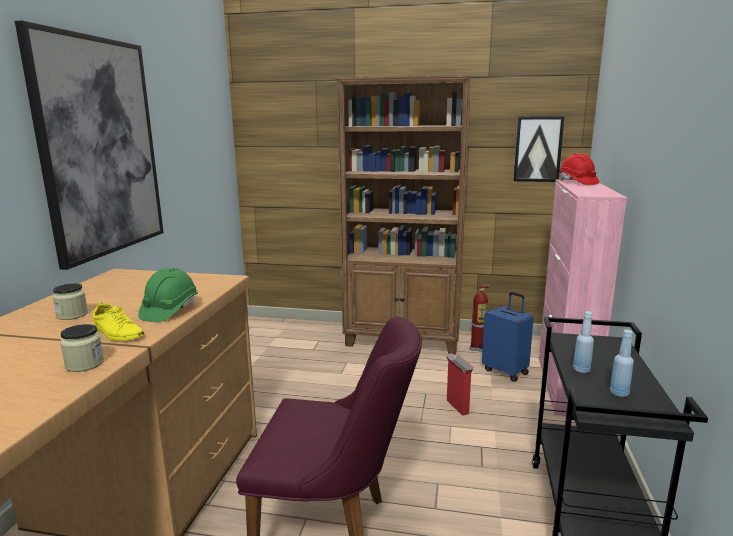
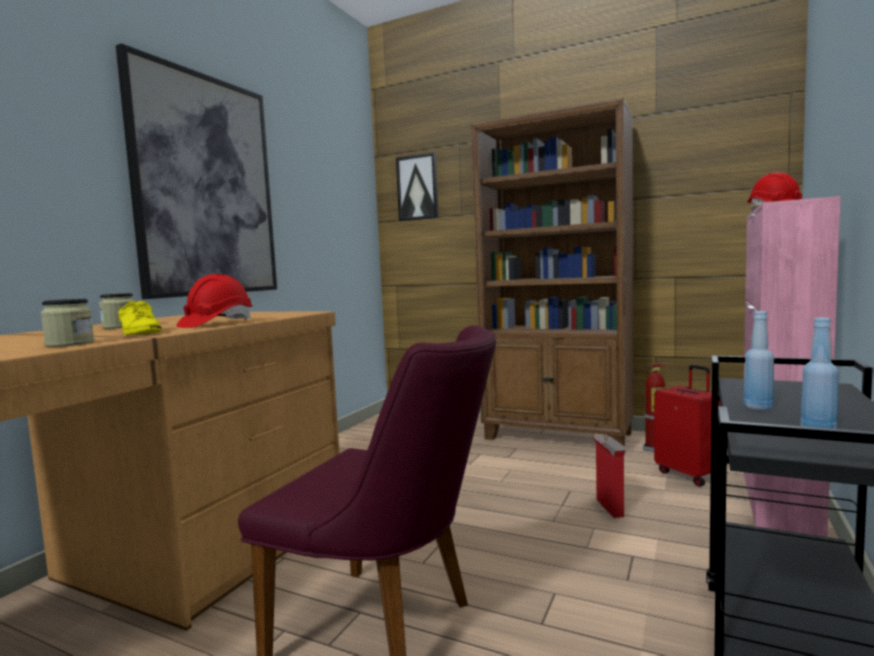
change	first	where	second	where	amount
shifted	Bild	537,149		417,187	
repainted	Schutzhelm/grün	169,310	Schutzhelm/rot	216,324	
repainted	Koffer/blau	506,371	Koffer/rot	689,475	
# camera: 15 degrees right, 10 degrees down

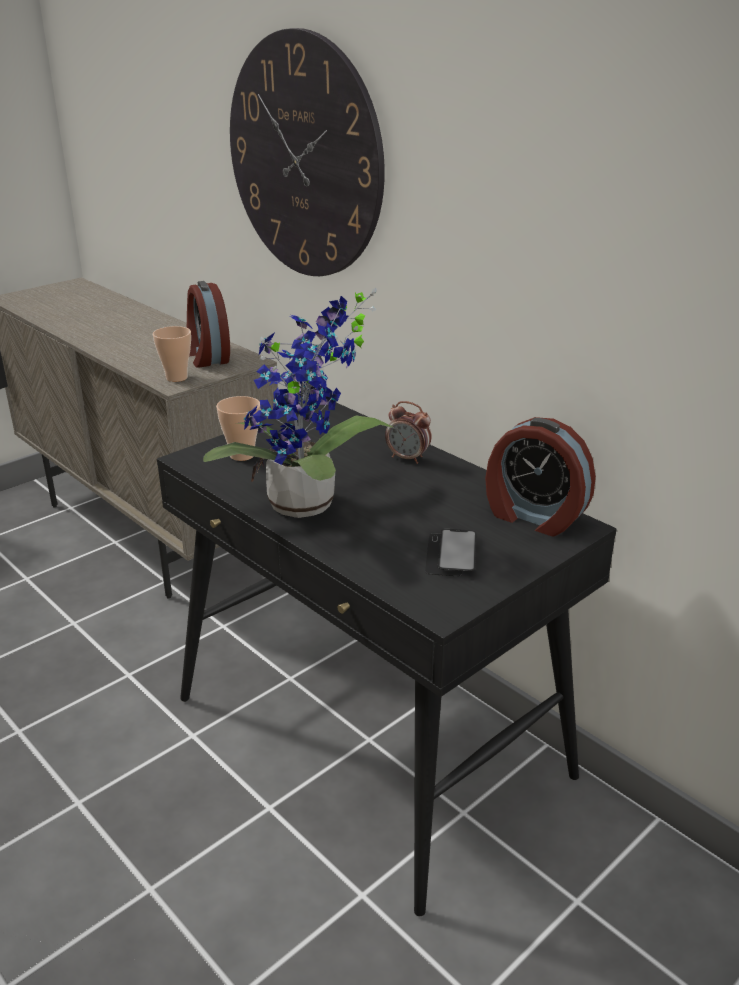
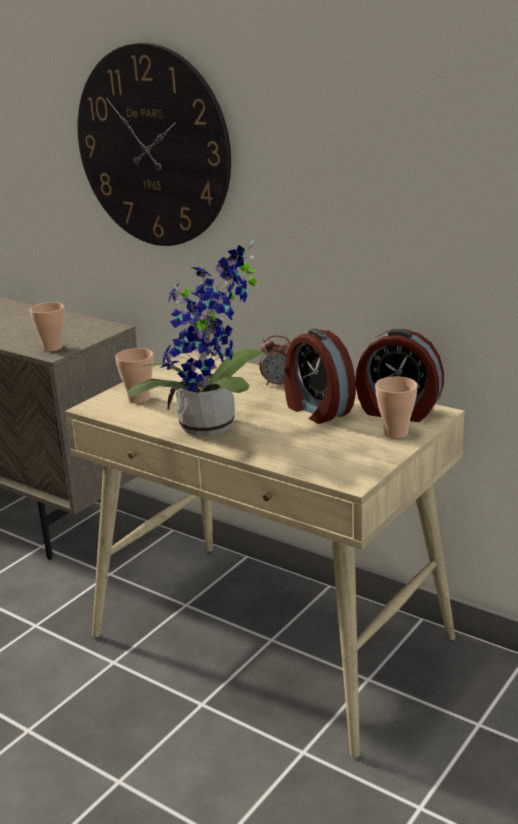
change	first	where	second	where	amount
gone	Handy	451,554			
new			Tasse	395,433	
shifted	Wecker	207,357		317,410	
repainted	Schreibtisch/schwarz	372,737	Schreibtisch/beige	273,637	
# camera: 10 degrees left, 5 degrees down

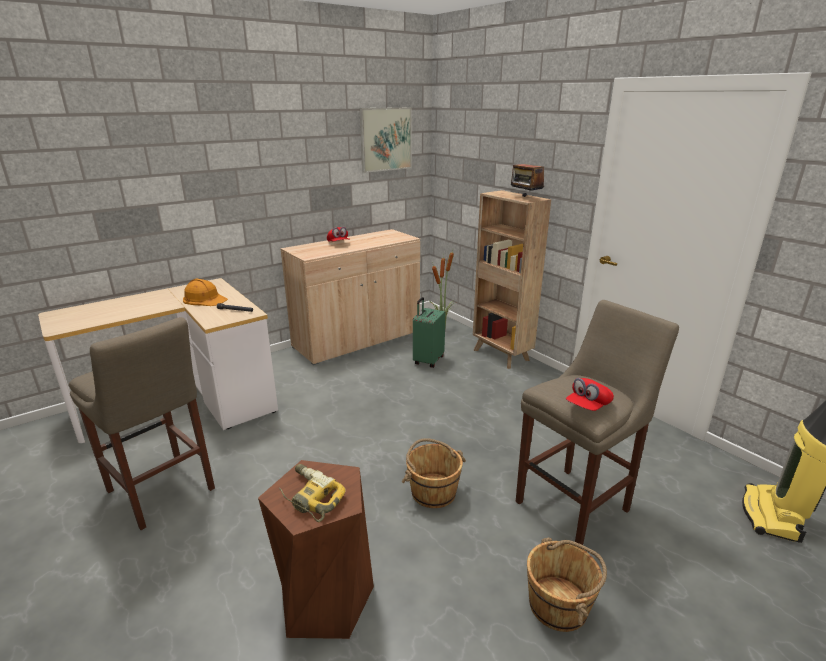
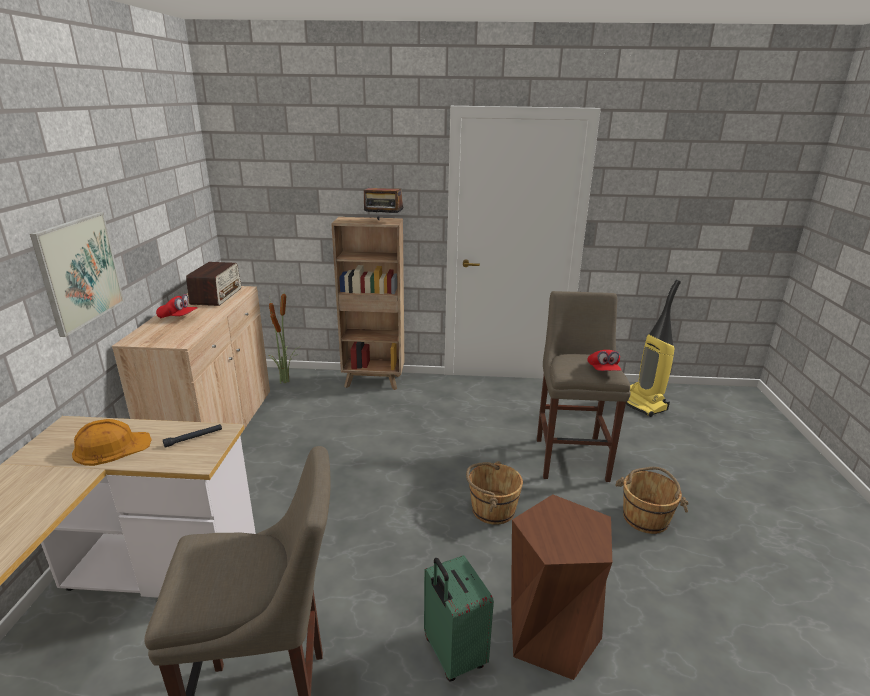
change	first	where	second	where	amount
gone	Bohrmaschine	309,498			
new			Radio	217,296	
shifted	Bild	386,139		79,271	
shifted	Koffer/grün	428,361		452,654	
# camera: 50 degrees left, 0 degrees up

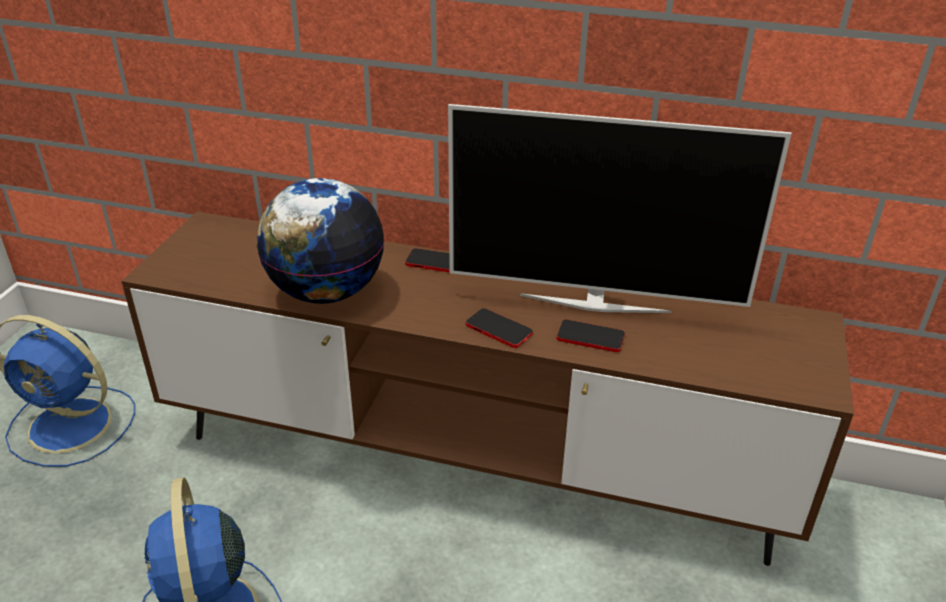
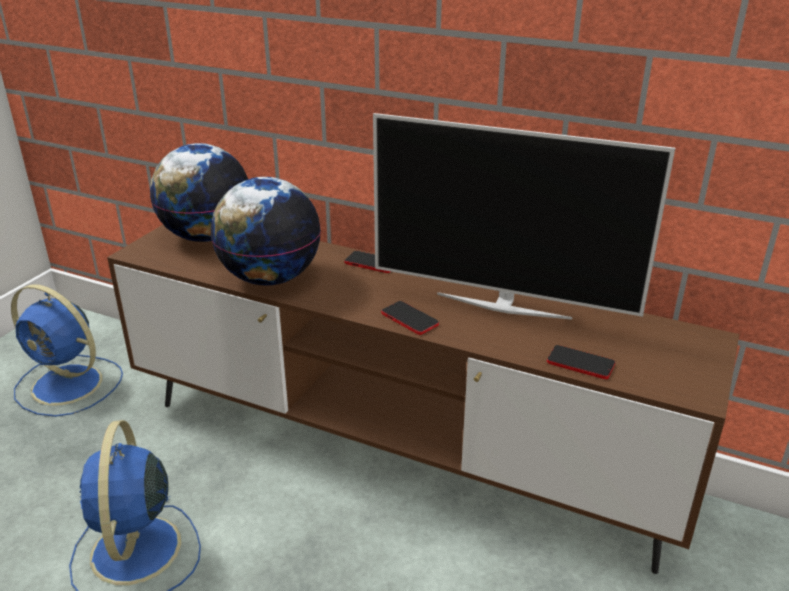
change	first	where	second	where	amount
new			Globus	206,236	
shifted	Handy	590,337		580,363	
# camera: 10 degrees right, 5 degrees down

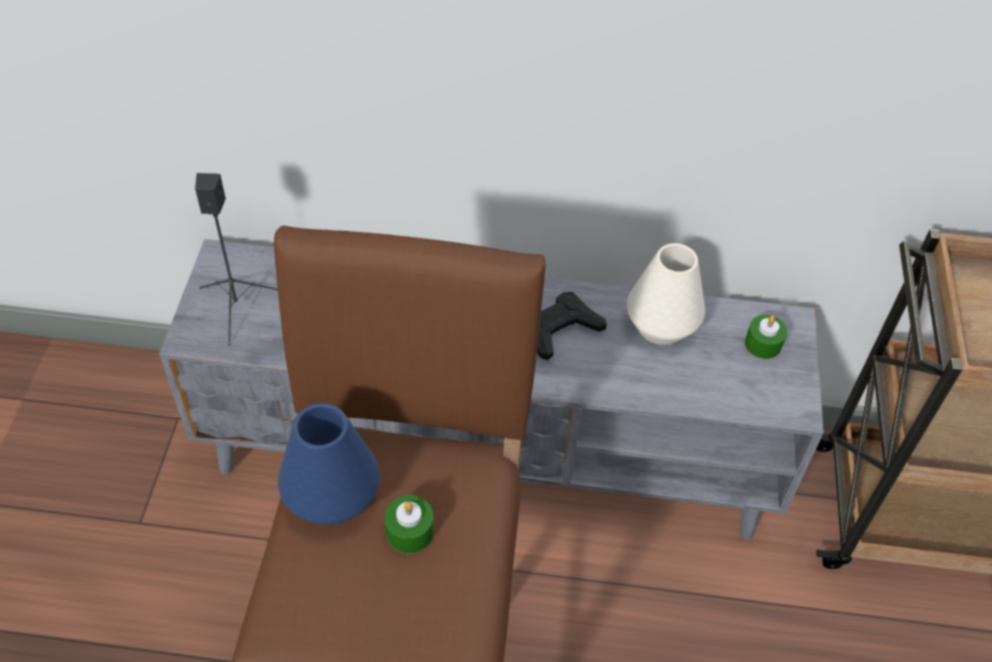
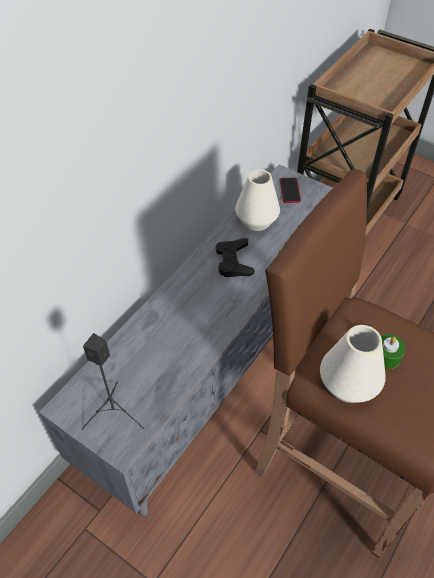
change	first	where	second	where	amount
swapped	Kerze/grün	763,344	Handy	290,191	
repainted	Vase/blau	332,497	Vase/weiß	348,384	
# camera: 60 degrees left, 0 degrees up

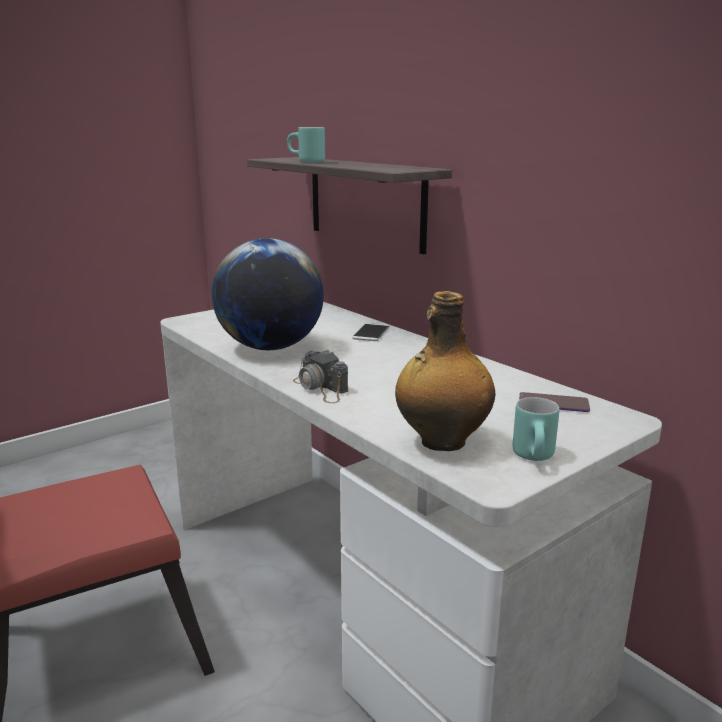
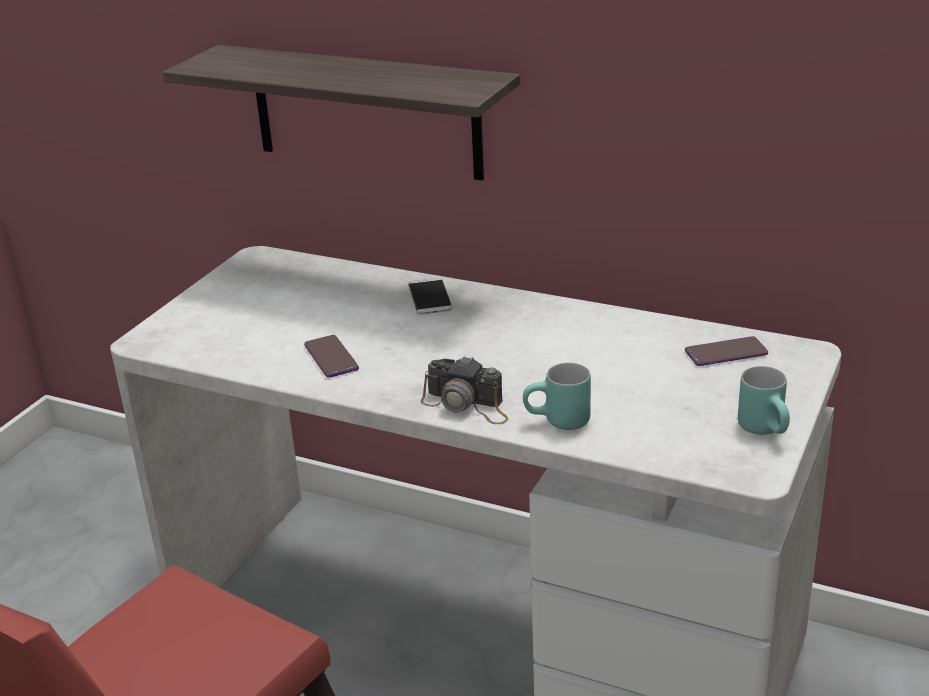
change	first	where	second	where	amount
gone	Flasche	441,442			
shifted	Henkelbecher/türkis	305,162		558,423	
swapped	Globus	270,347	Handy	331,357	
# camera: 25 degrees left, 10 degrees up

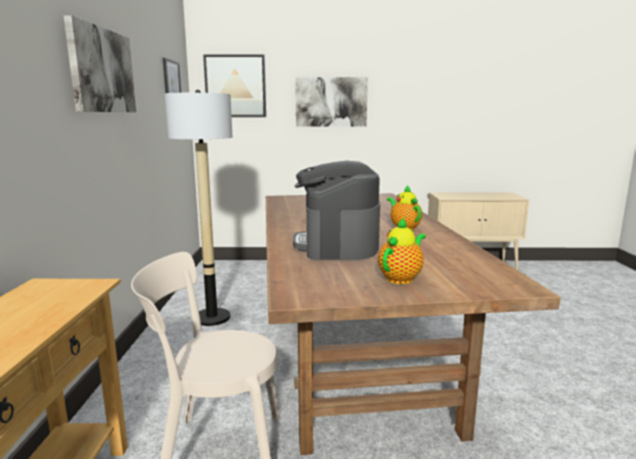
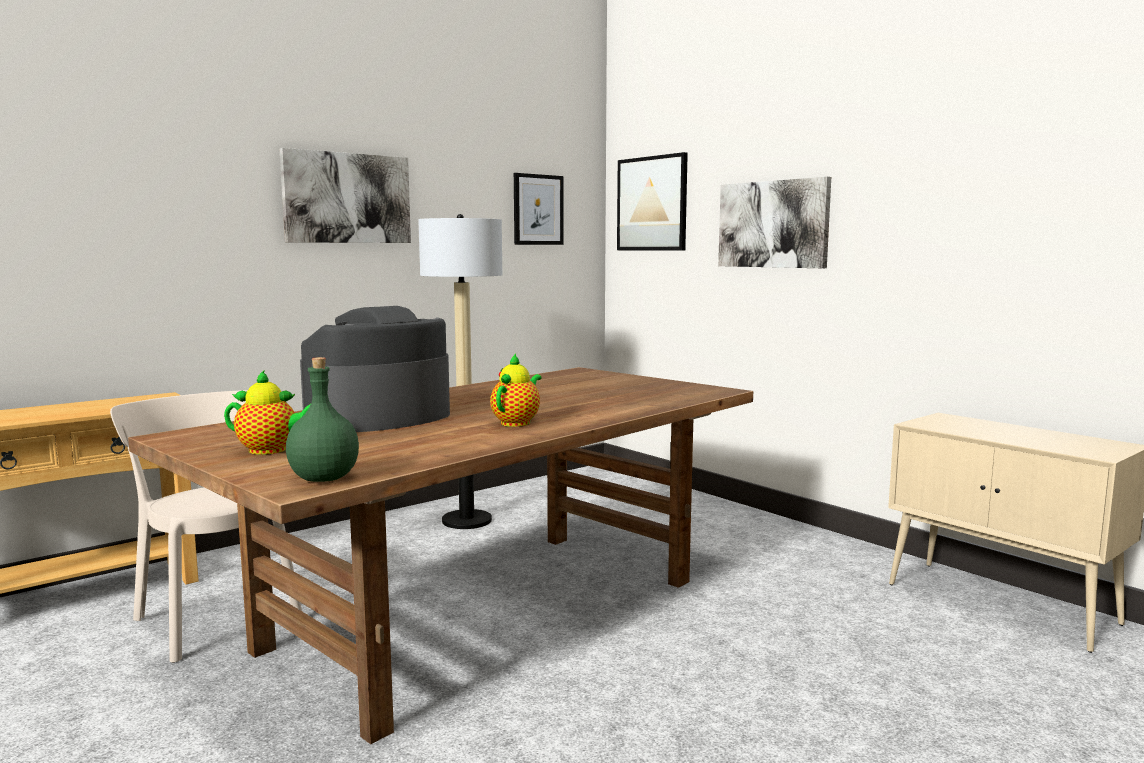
change	first	where	second	where	amount
new			Flasche/grün	325,479	
# camera: 50 degrees right, 5 degrees down

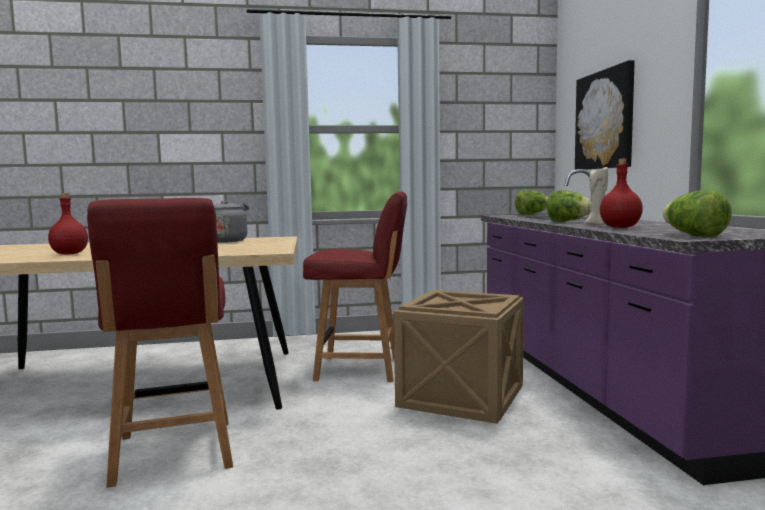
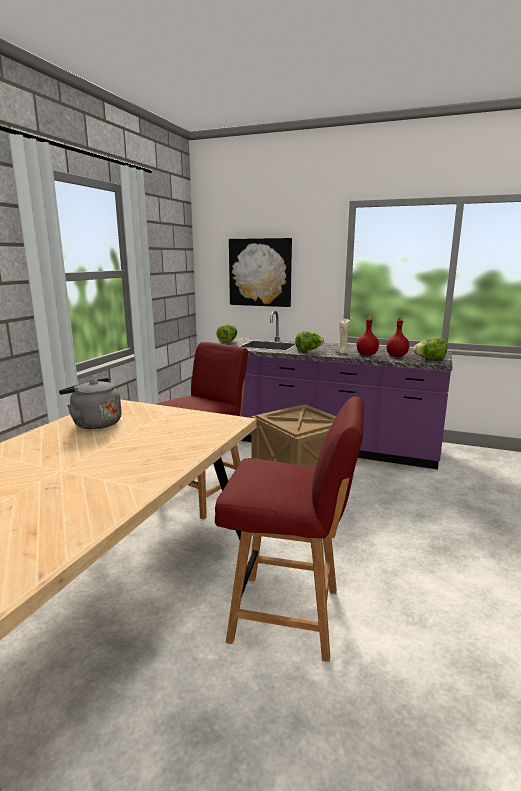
change	first	where	second	where	amount
shifted	Flasche/rot	70,254		397,356	
# camera: 60 degrees left, 10 degrees up

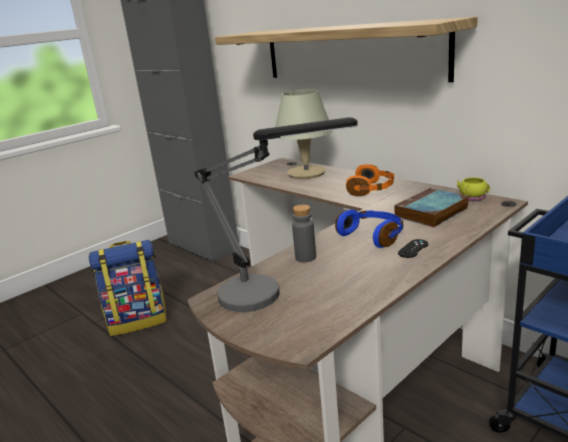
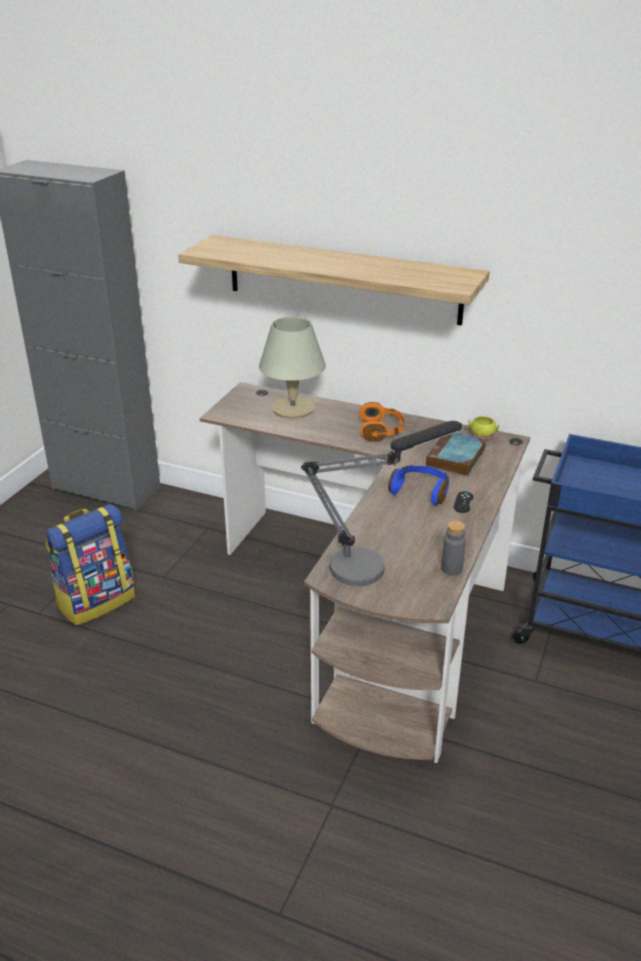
change	first	where	second	where	amount
shifted	Flasche/grau	305,257		452,569	
# camera: 25 degrees left, 10 degrees up

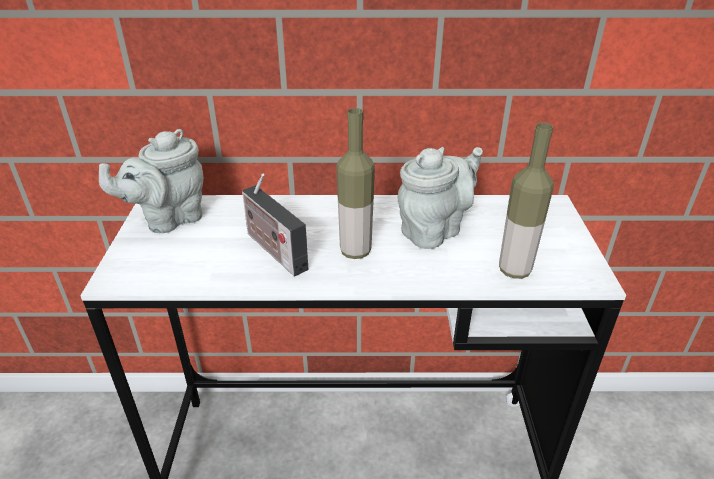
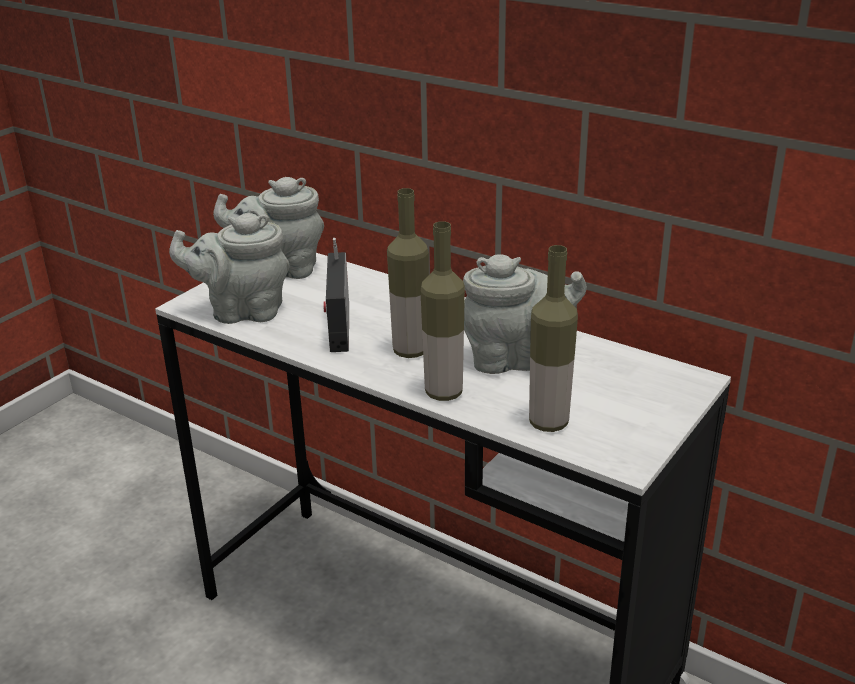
change	first	where	second	where	amount
new			Teekanne/grau	242,311	
new			Flasche	443,392	
# camera: 35 degrees right, 5 degrees down

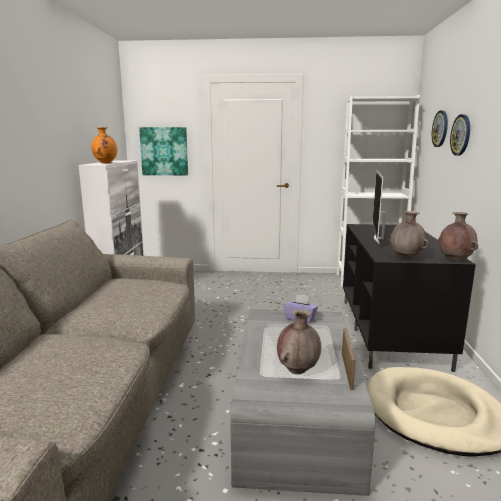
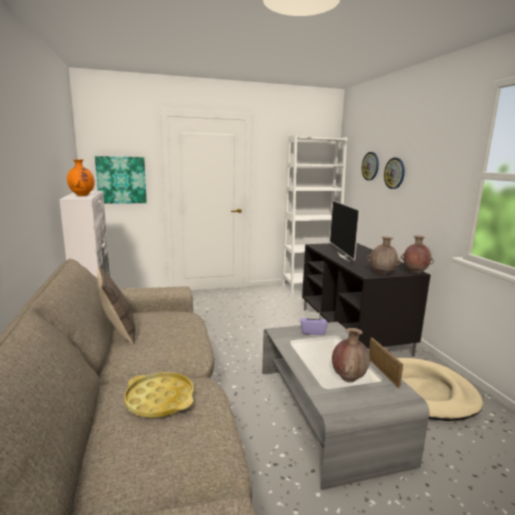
change	first	where	second	where	amount
new			Kissen	118,332	
new			Tablett/gelb	160,399	
# camera: 20 degrees left, 0 degrees up

